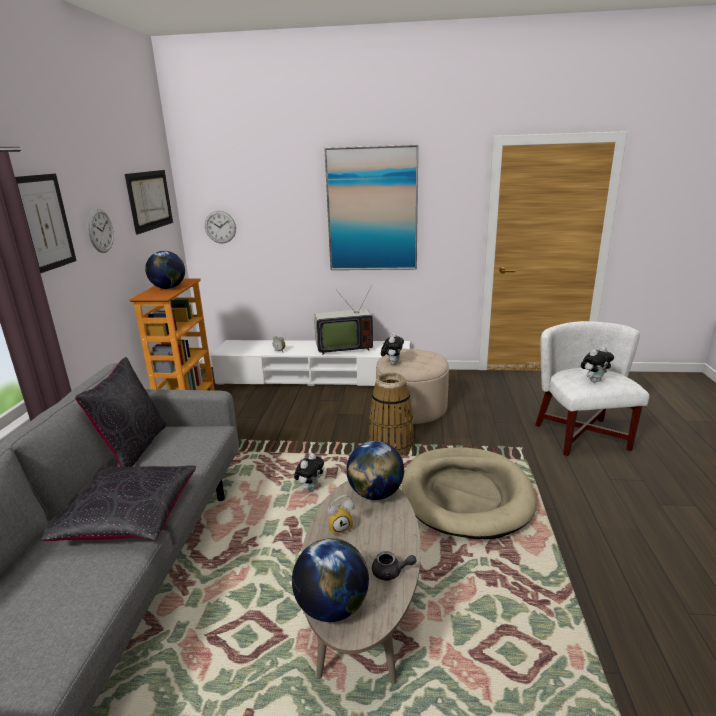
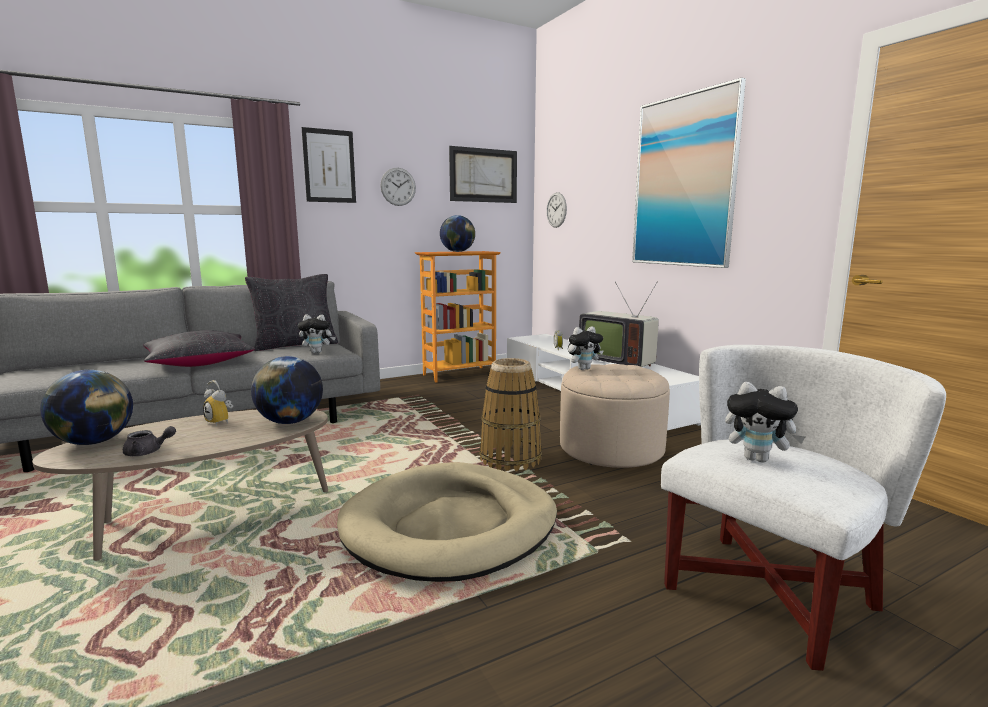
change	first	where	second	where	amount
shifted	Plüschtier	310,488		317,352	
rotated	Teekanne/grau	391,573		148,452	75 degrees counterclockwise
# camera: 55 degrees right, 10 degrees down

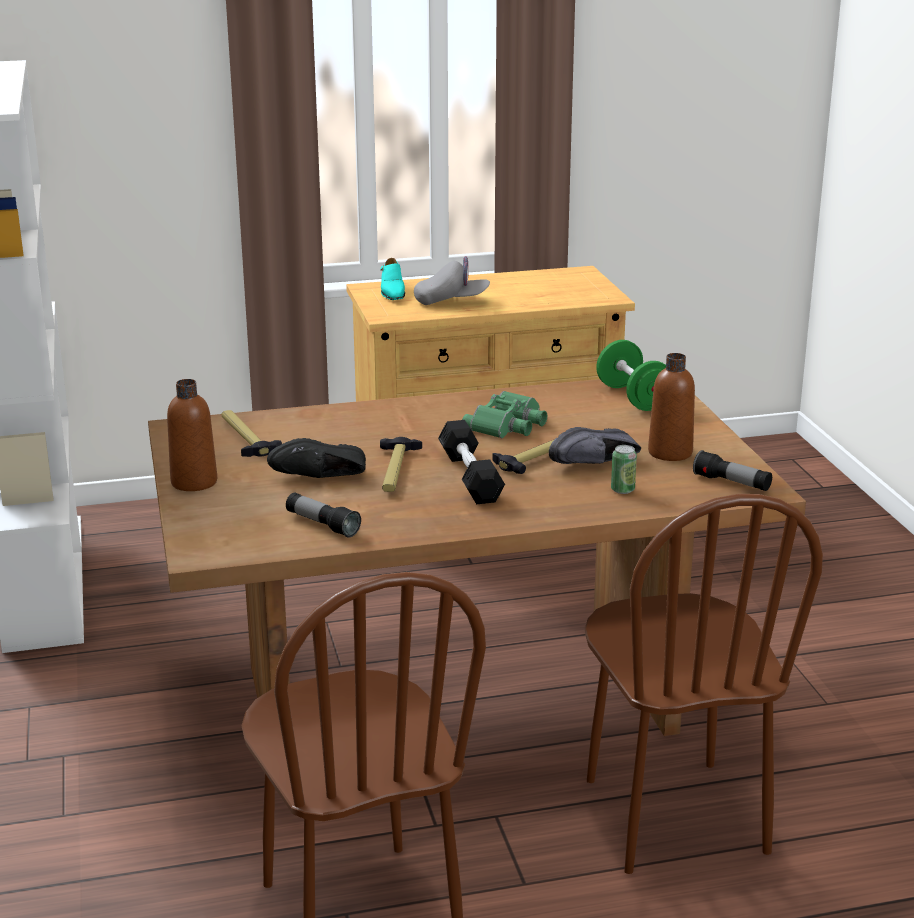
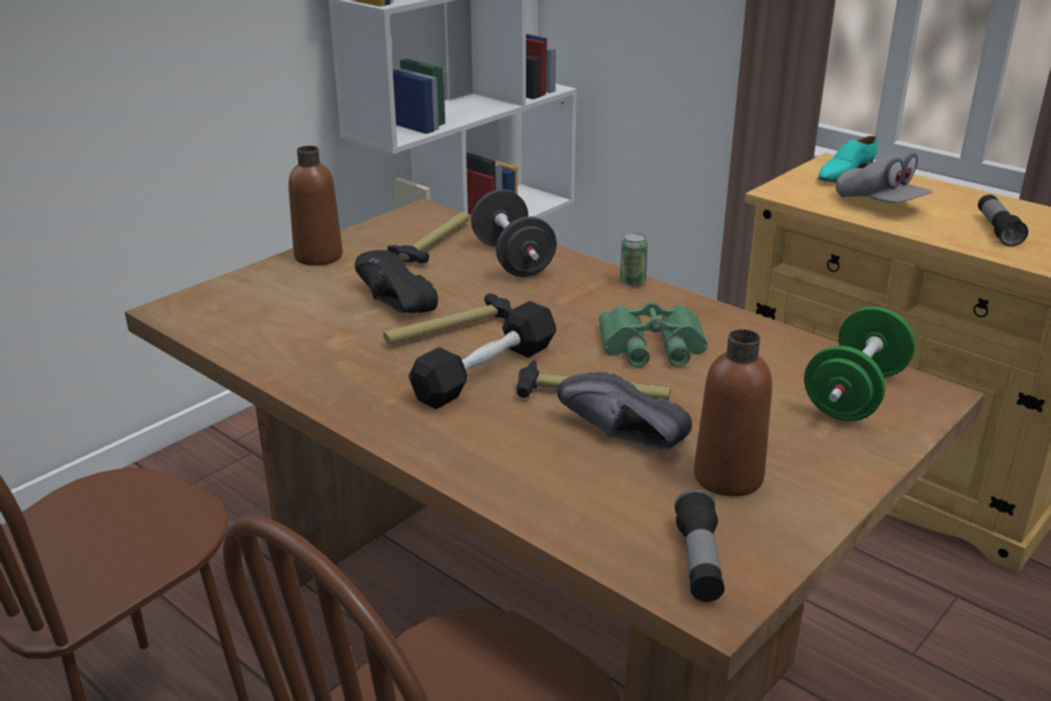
change	first	where	second	where	amount
new			Hantel/schwarz	512,259	
shifted	Taschenlampe	322,525		997,230	
shifted	Dose	622,490		632,282	
# camera: 55 degrees right, 5 degrees up

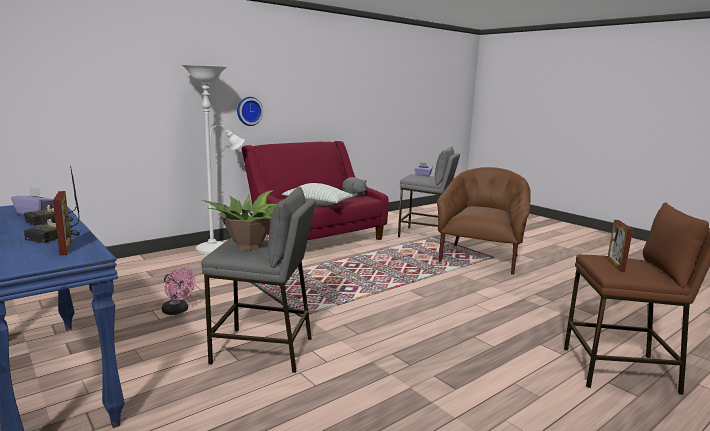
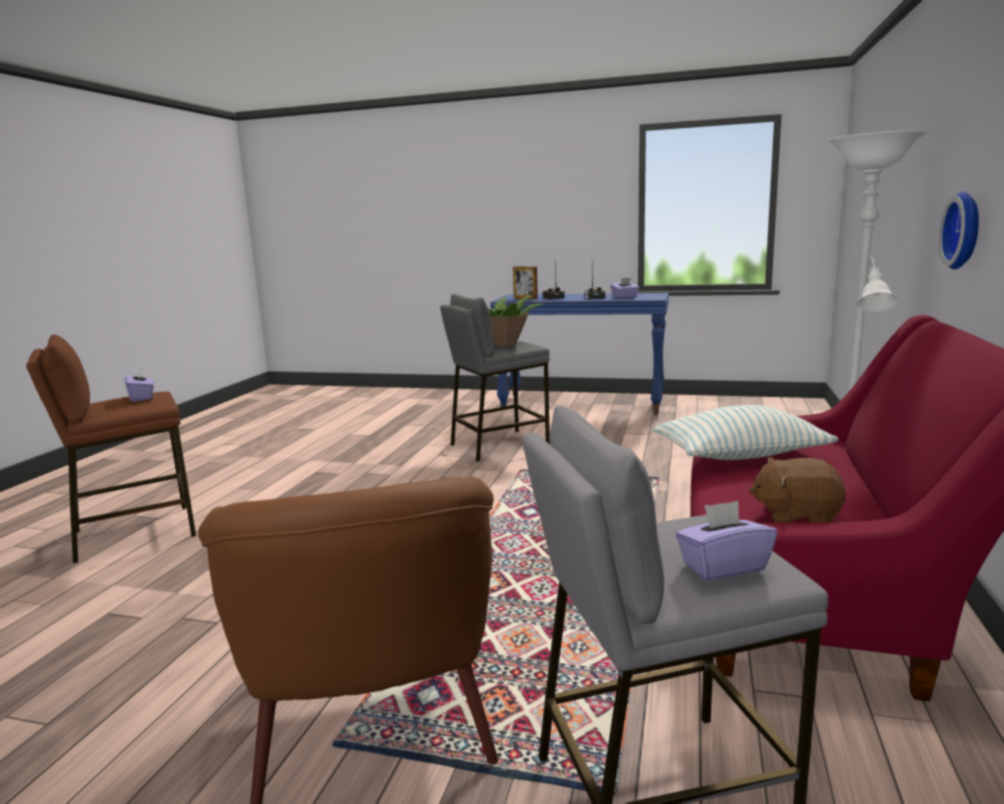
change	first	where	second	where	amount
gone	Ventilator/rosa	177,311			
swapped	Bilderrahmen	615,265	Taschentuchbox/lila	142,397	
repainted	Plüschtier/grau	354,195	Plüschtier/braun	796,516	
# camera: 145 degrees right, 0 degrees up

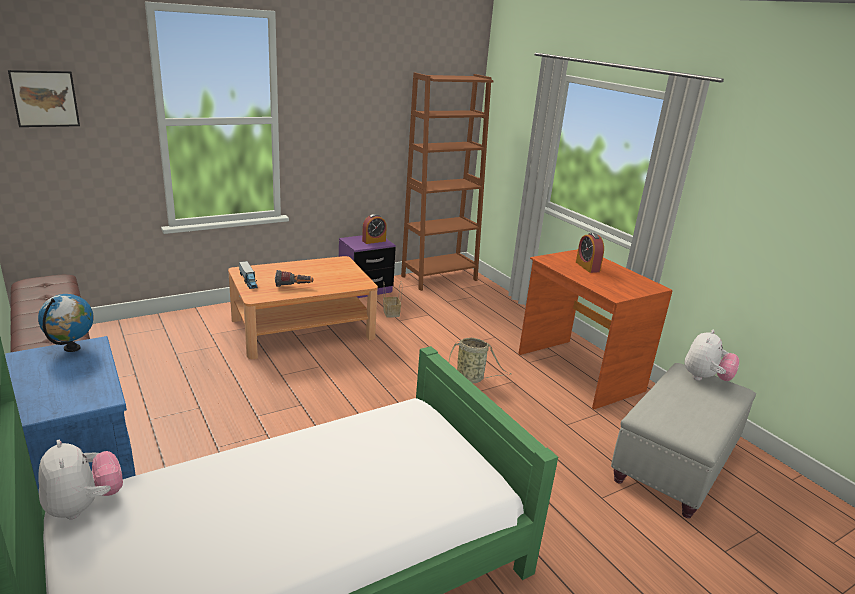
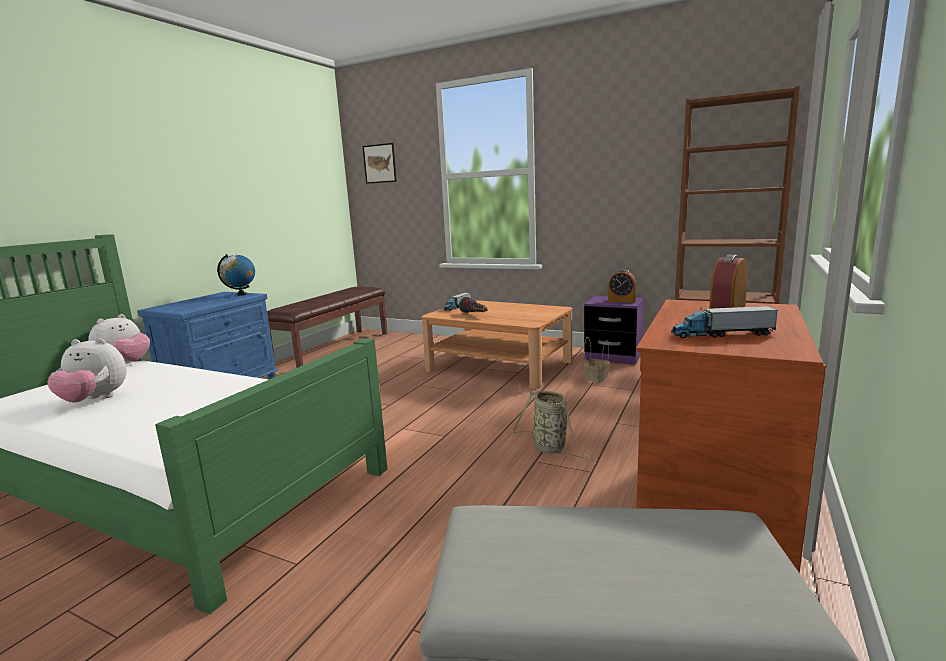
change	first	where	second	where	amount
new			Spielzeuglaster	722,334	
shifted	Plüschtier	705,378		94,400	
# camera: 60 degrees right, 10 degrees down

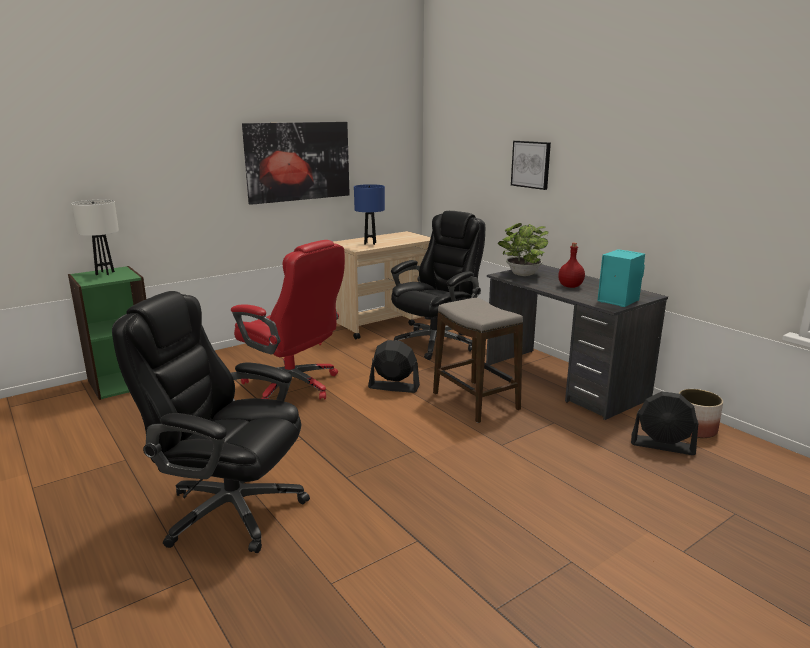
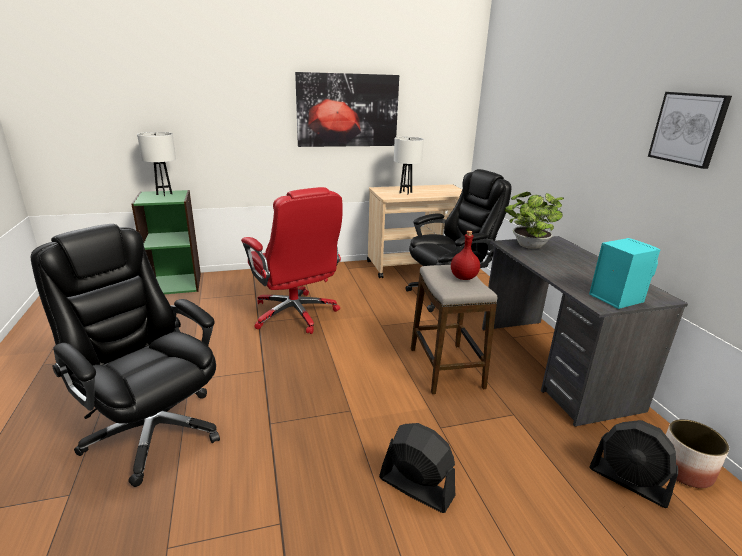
change	first	where	second	where	amount
shifted	Ventilator/schwarz	393,387		416,487	
shifted	Bild	531,164		688,128	
shifted	Flasche/rot	570,286		463,277	
repainted	Tischlampe/blau	370,243	Tischlampe/weiß	405,192	
# camera: 20 degrees right, 5 degrees up

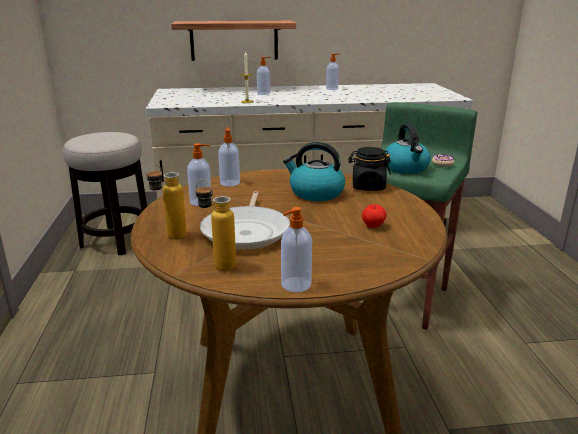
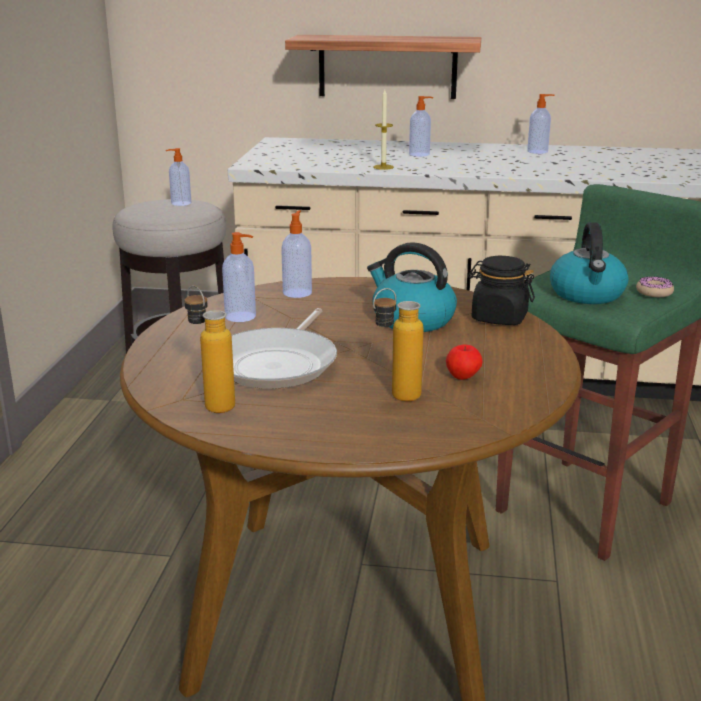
change	first	where	second	where	amount
shifted	Flasche	170,238		395,399	
shifted	Seifenspender	295,285		180,203	
# camera: 15 degrees right, 0 degrees up

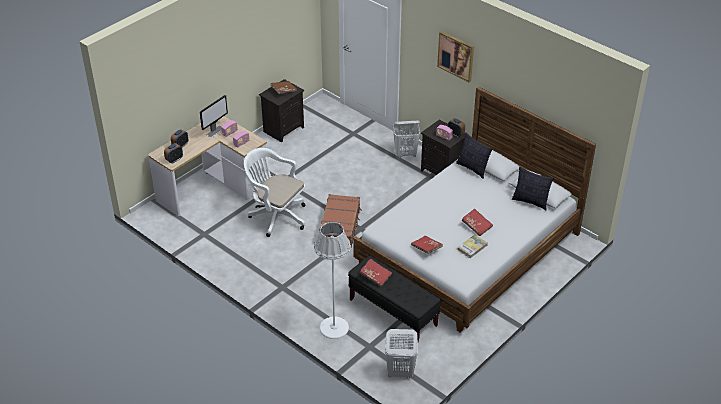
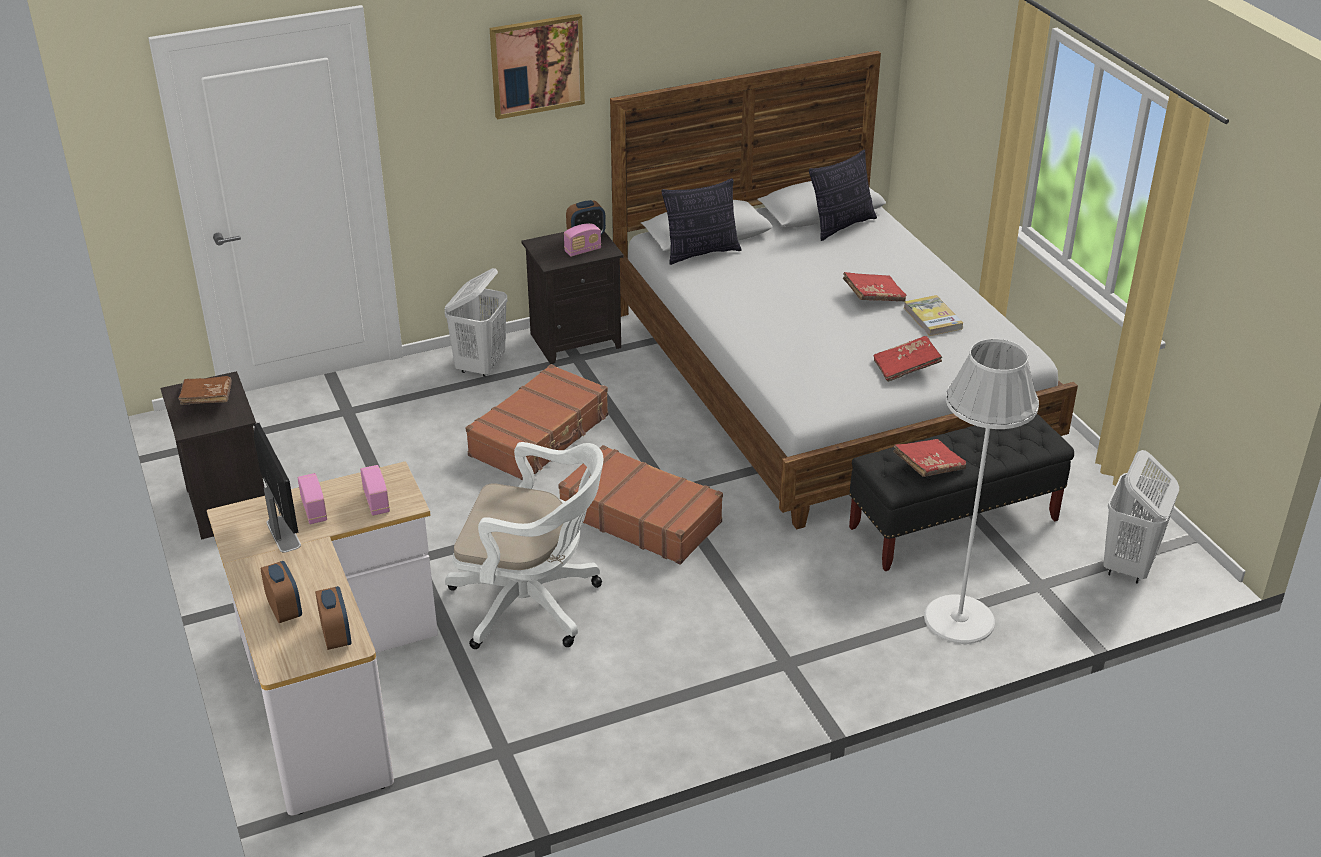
change	first	where	second	where	amount
new			Koffer/braun	540,436	
rotated	Bürostuhl/weiß	276,216		533,604	135 degrees counterclockwise
# camera: 65 degrees left, 5 degrees down

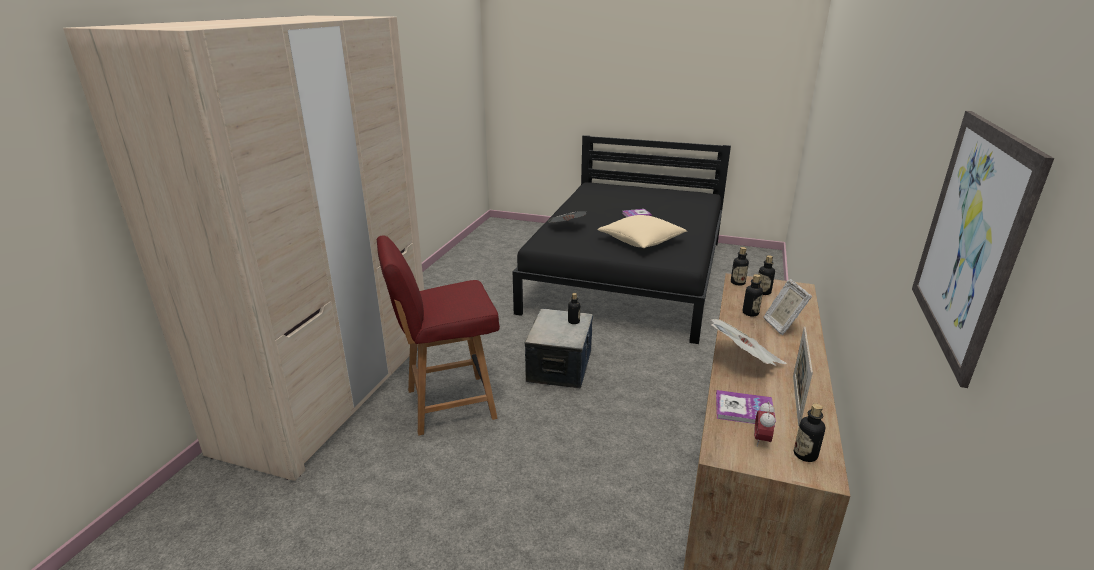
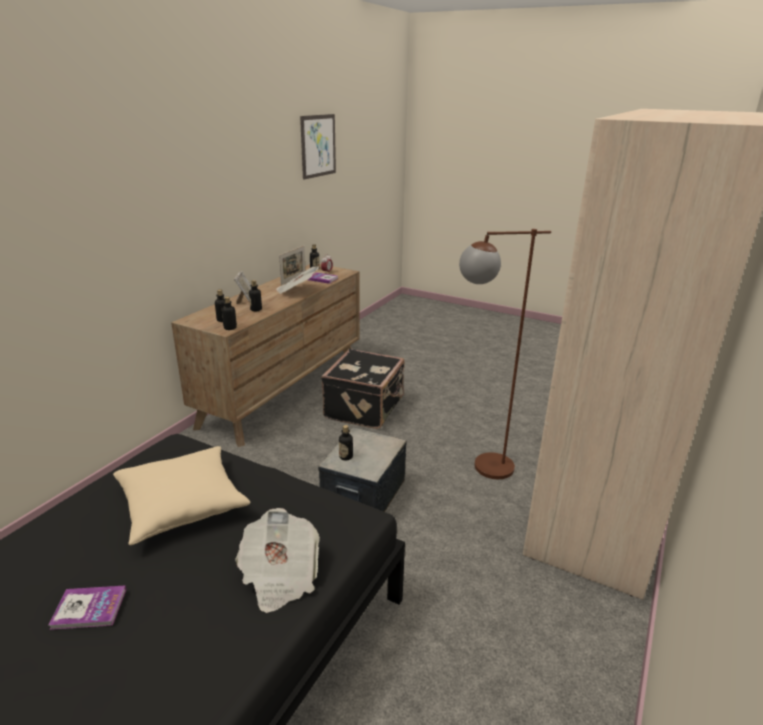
change	first	where	second	where	amount
new			Koffer/schwarz	365,408	
swapped	Stuhl/rot	448,404	Stehlampe/braun	480,468	
# camera: 170 degrees left, 0 degrees up

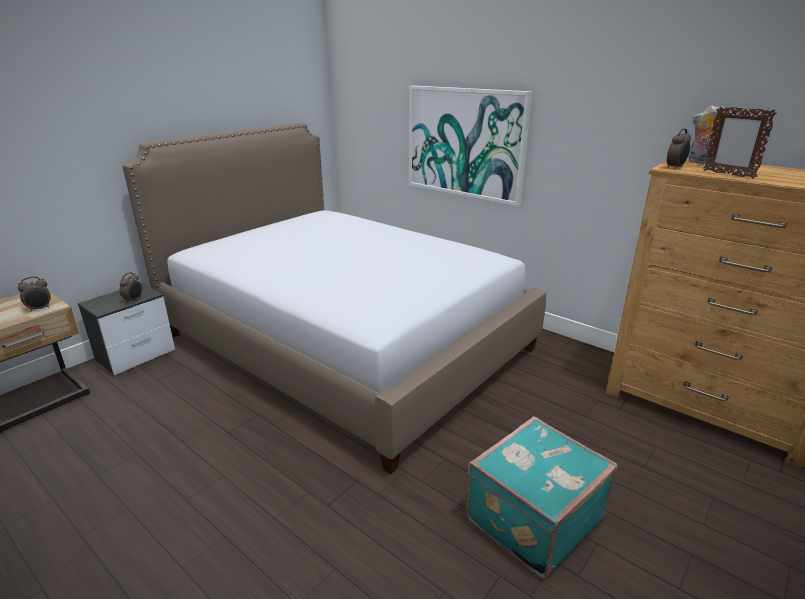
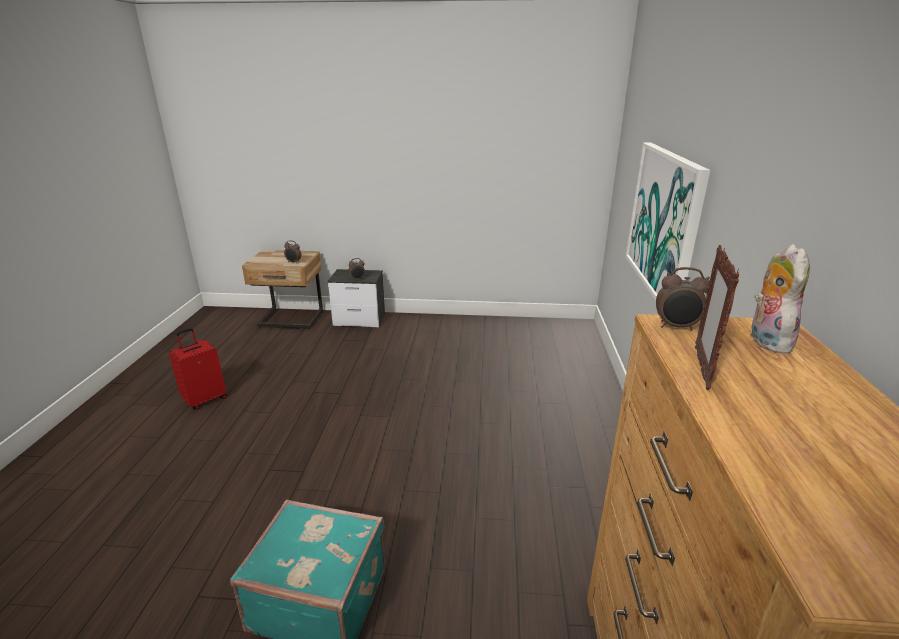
change	first	where	second	where	amount
gone	Bett	345,342			
new			Koffer/rot	205,399	
# camera: 55 degrees right, 0 degrees up

